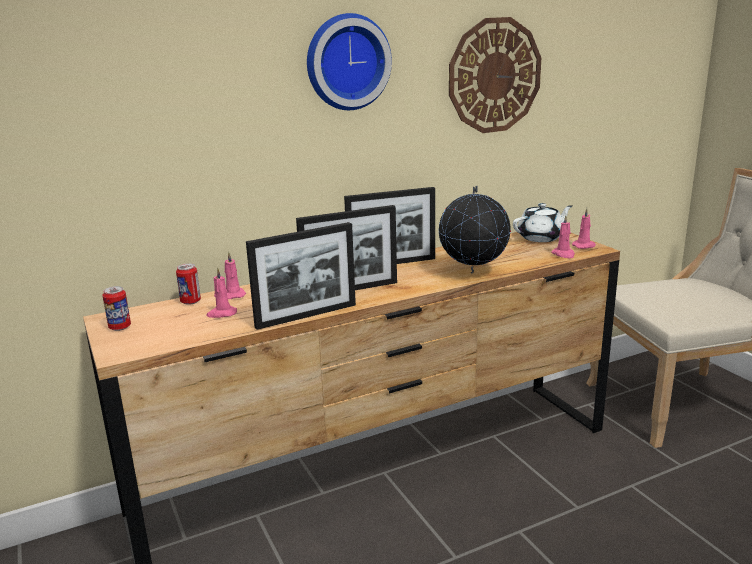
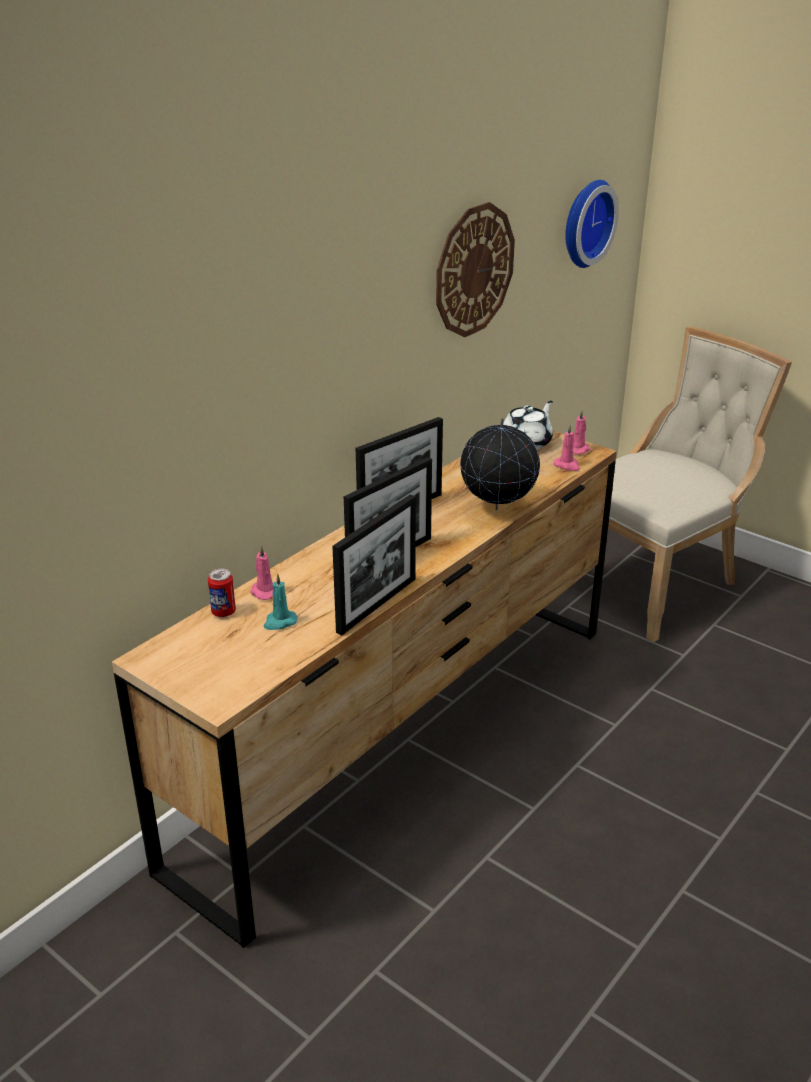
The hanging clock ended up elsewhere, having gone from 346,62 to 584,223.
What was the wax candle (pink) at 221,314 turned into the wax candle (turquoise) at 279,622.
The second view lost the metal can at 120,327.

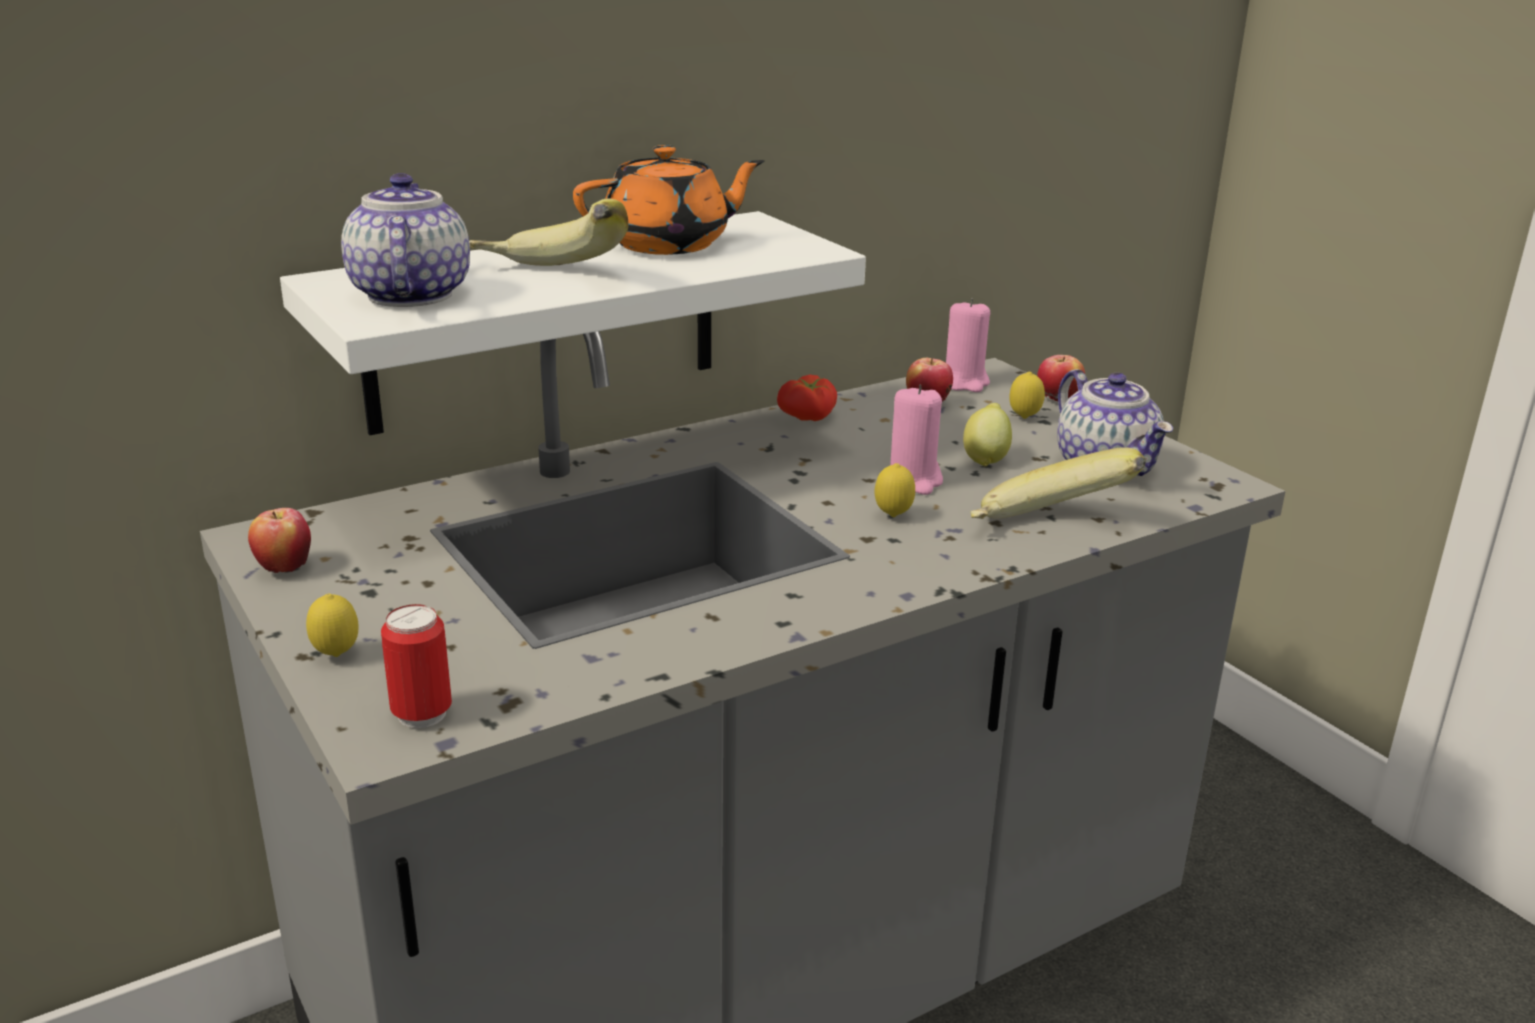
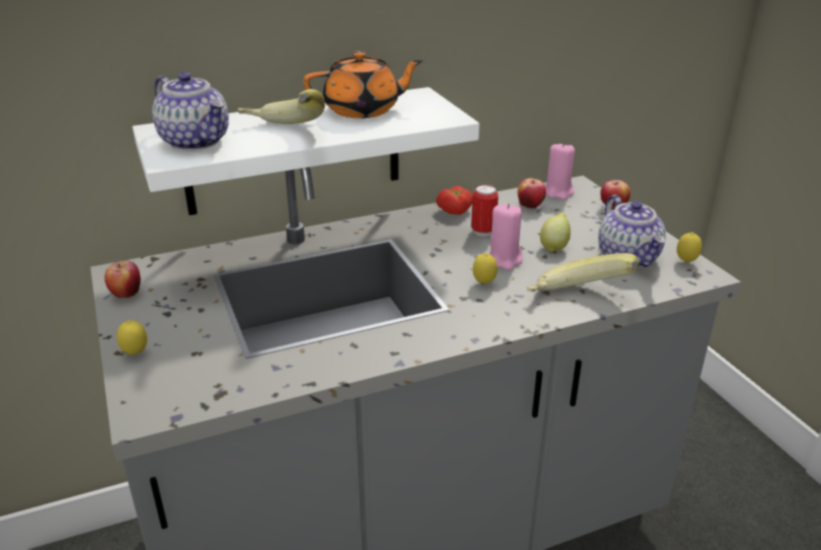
The tea pot at 408,294 ended up facing another way, 135 degrees clockwise from before.
The lemon ended up elsewhere, having gone from 1024,418 to 686,262.
The metal can ended up elsewhere, having gone from 422,714 to 483,231.

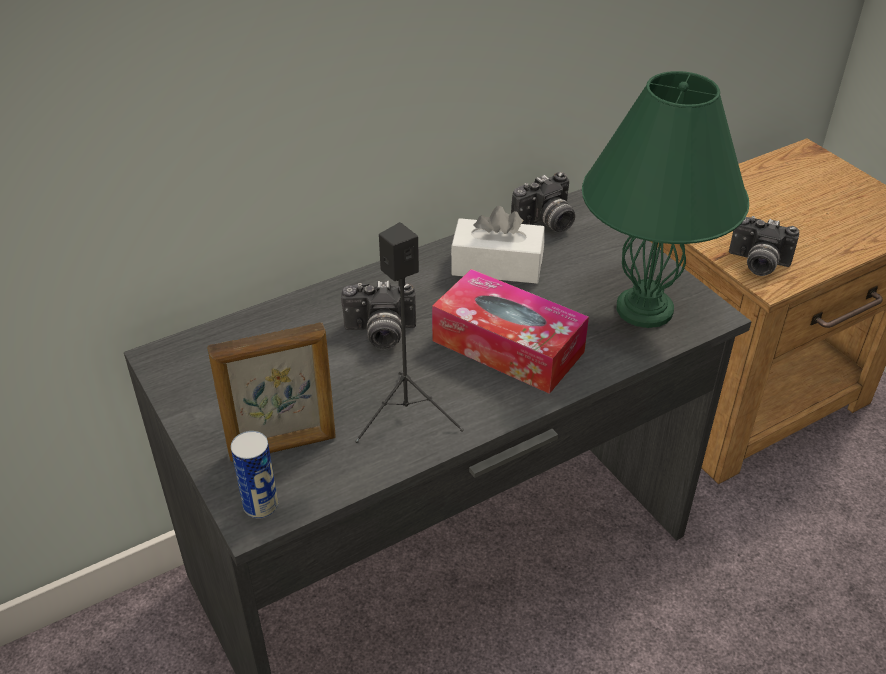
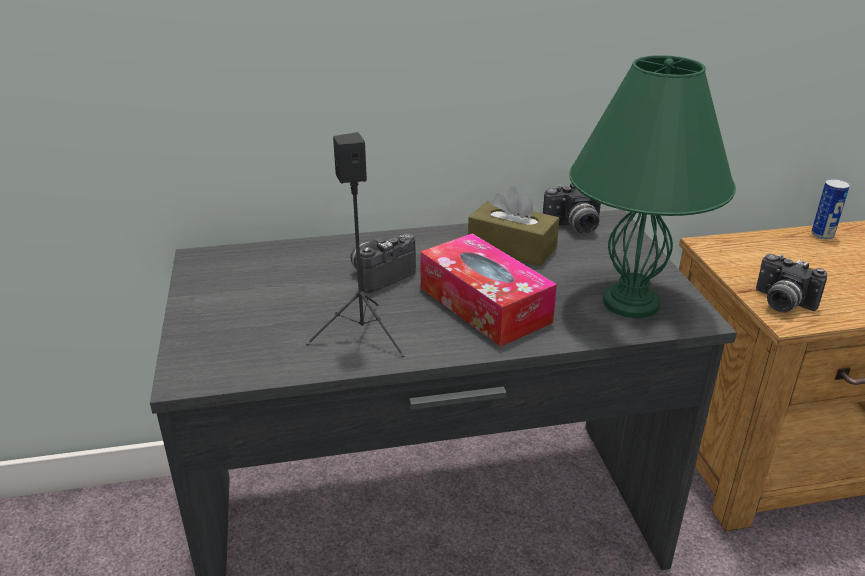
What was the tissue box (white) at 497,266 turned into the tissue box (brownish) at 512,248.
The still camera at 380,334 ended up facing another way, 120 degrees clockwise from before.
The second view lost the picture frame at 283,446.
The metal can ended up elsewhere, having gone from 260,506 to 822,235.

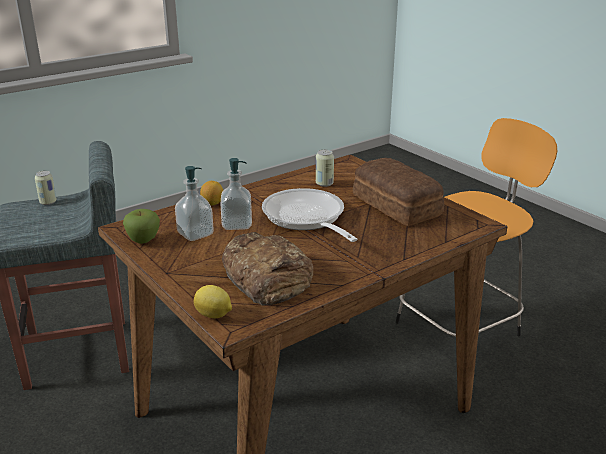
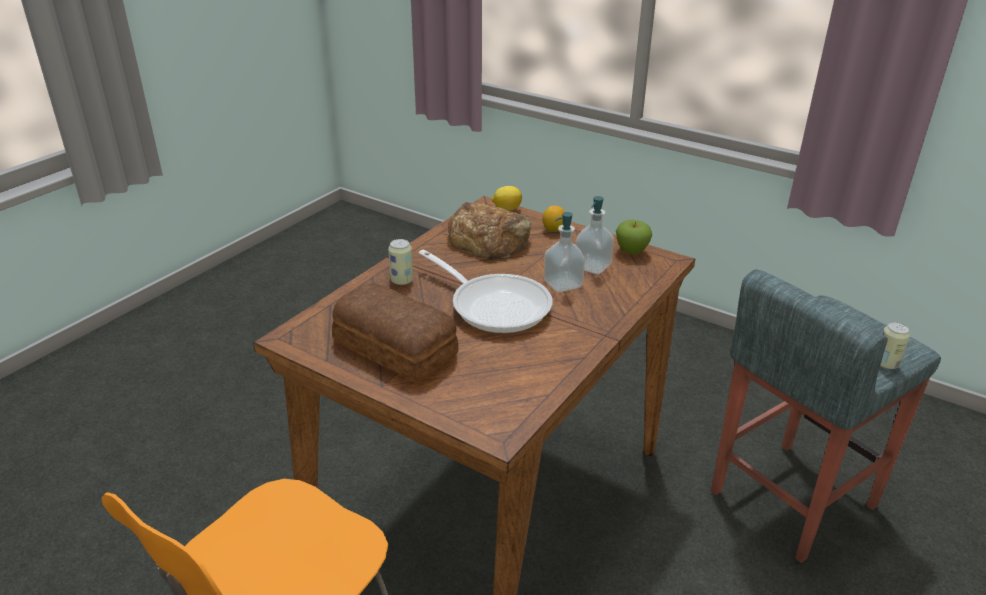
The metal can ended up elsewhere, having gone from 324,184 to 402,281.
The lemon ended up elsewhere, having gone from 212,203 to 554,230.

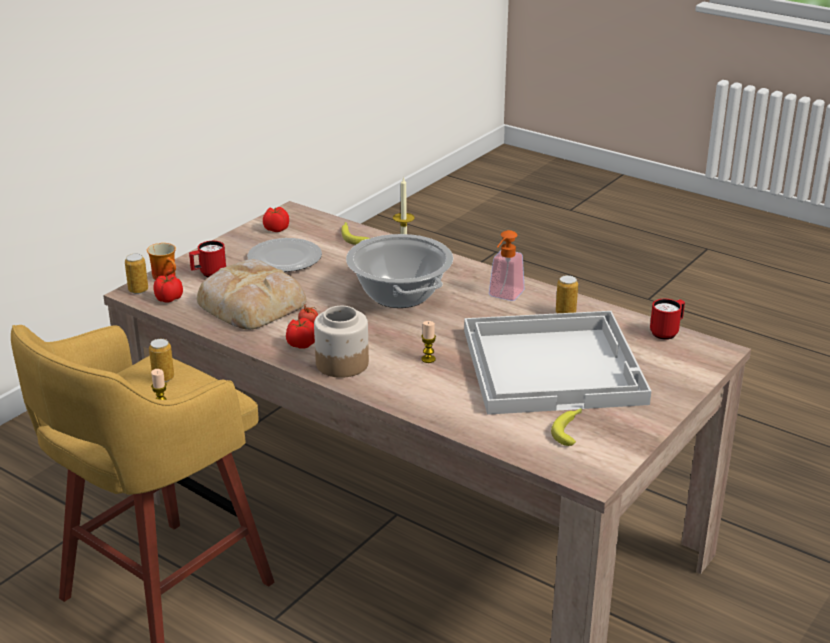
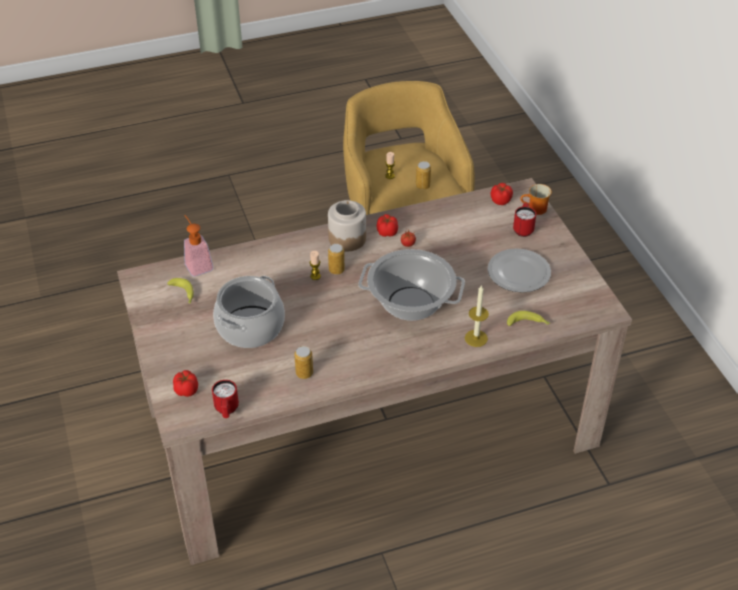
The tomato ended up elsewhere, having gone from 276,229 to 186,390.
The soap dispenser ended up elsewhere, having gone from 503,296 to 197,264.
The metal can ended up elsewhere, having gone from 138,290 to 336,270.
The second view lost the baked bread at 251,302.
Where the tray (white) stood at 553,365, the saucepot came to stand at 250,327.

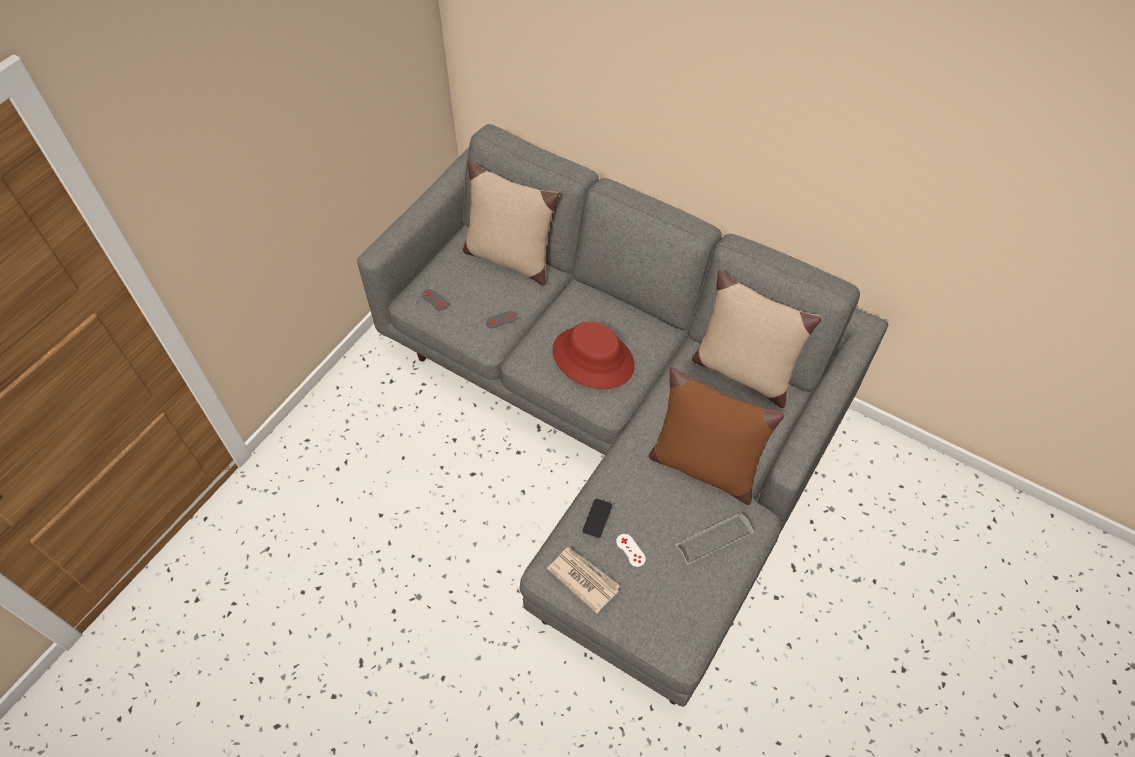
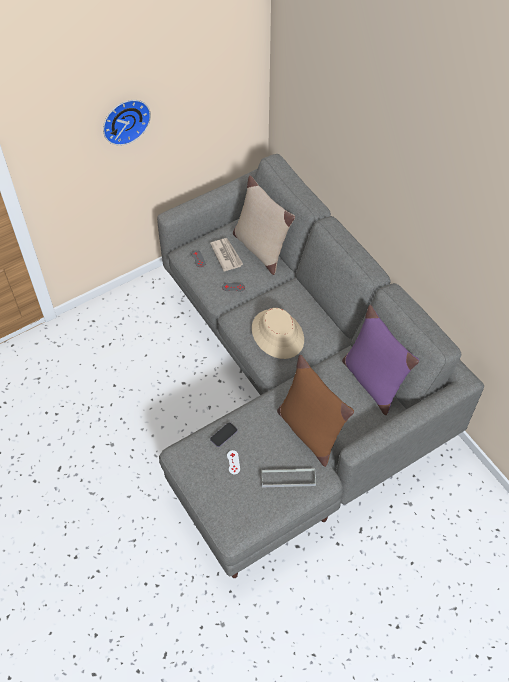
What was the throw pillow (beige) at 742,371 turned into the throw pillow (purple) at 372,381.
What was the wearable hat (red-coloured) at 593,358 turned into the wearable hat (beige) at 278,334.
The printed paper ended up elsewhere, having gone from 583,579 to 226,255.
The second view gained the hanging clock at 124,120.

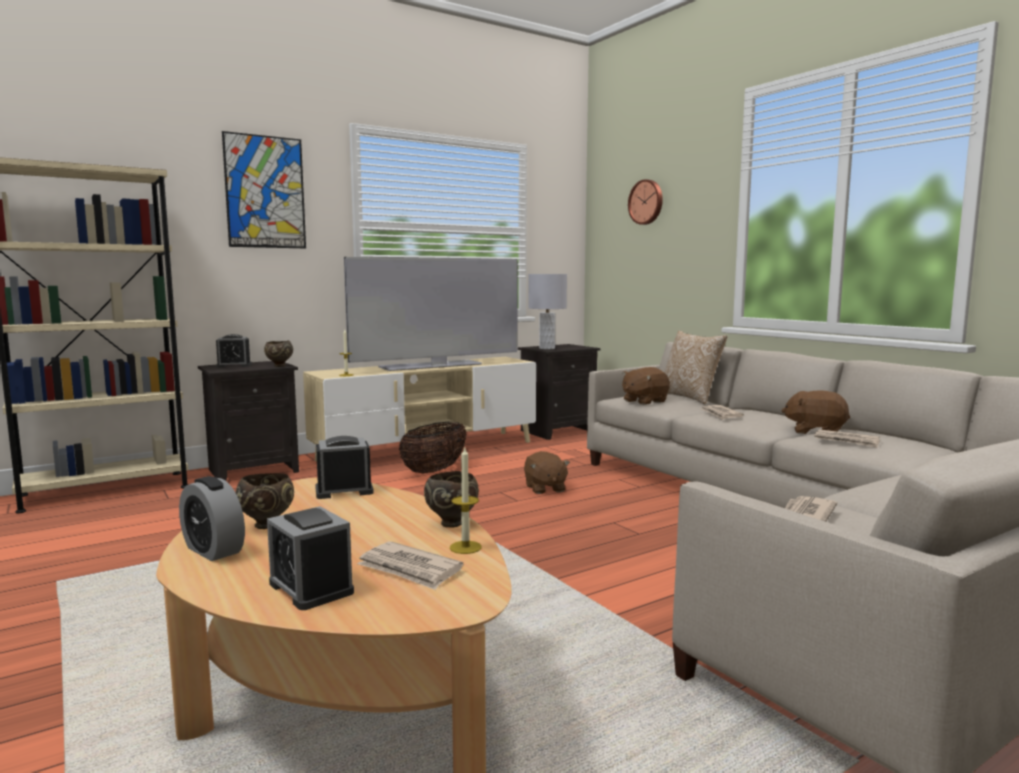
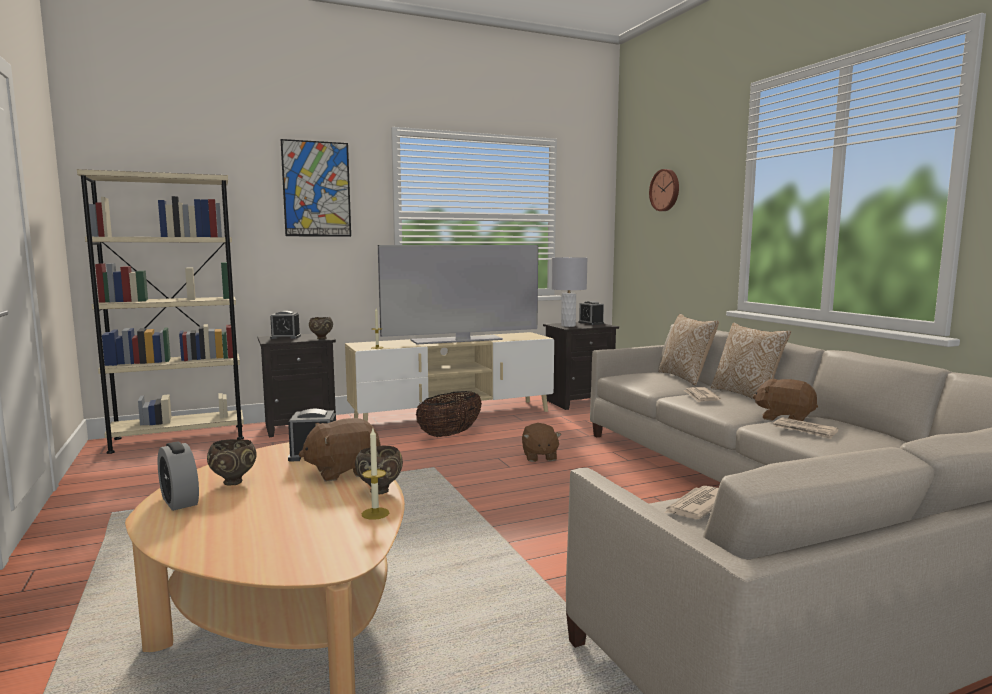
The plush toy (brownish) ended up elsewhere, having gone from 644,401 to 343,471.
The table clock ended up elsewhere, having gone from 311,588 to 591,323.
The second view lost the printed paper at 409,569.
The second view gained the throw pillow at 747,395.

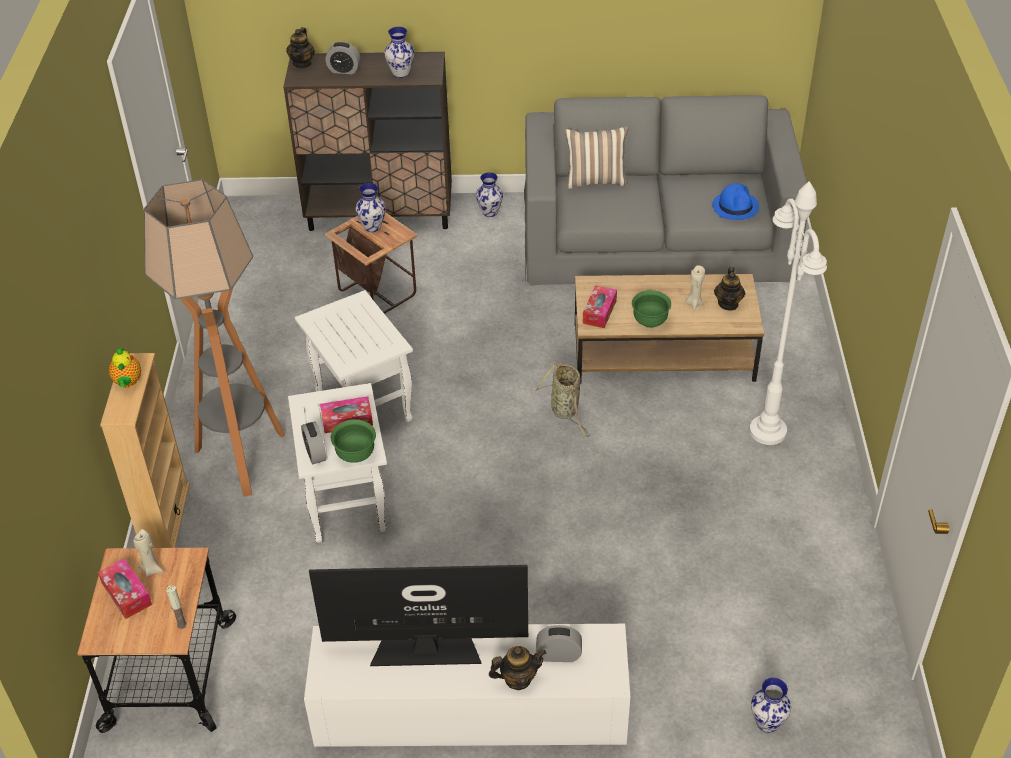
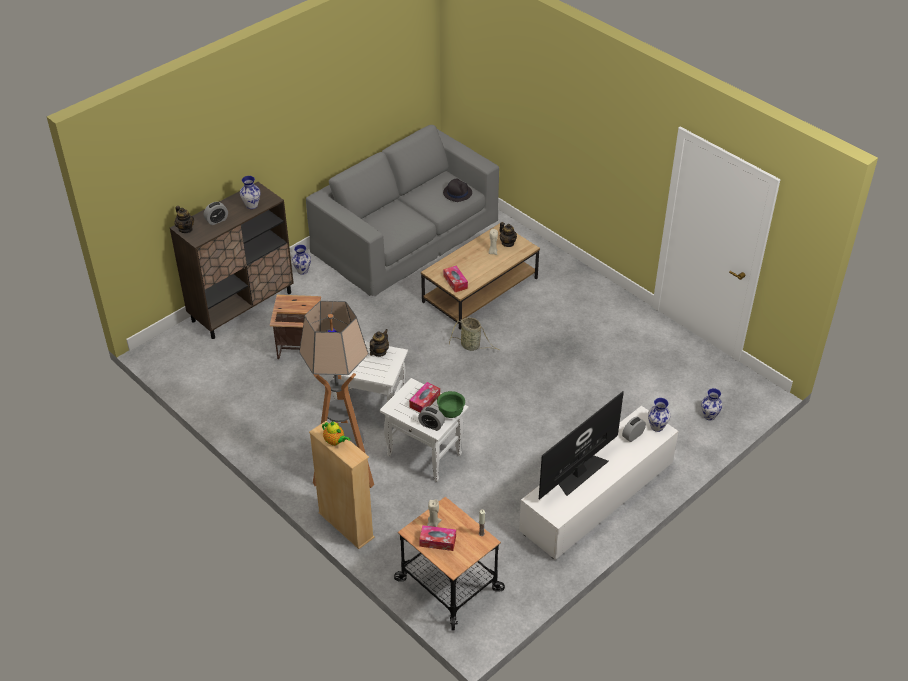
The second view lost the throw pillow at 596,181.
The second view lost the floor lamp (white) at 768,431.
The vase ended up elsewhere, having gone from 372,226 to 657,426.
What was the wearable hat (blue-coloured) at 735,206 turned into the wearable hat (black-coloured) at 457,192.
The second view lost the bowl (green-coloured) at 650,321.
The tea pot ended up elsewhere, having gone from 518,679 to 379,352.

